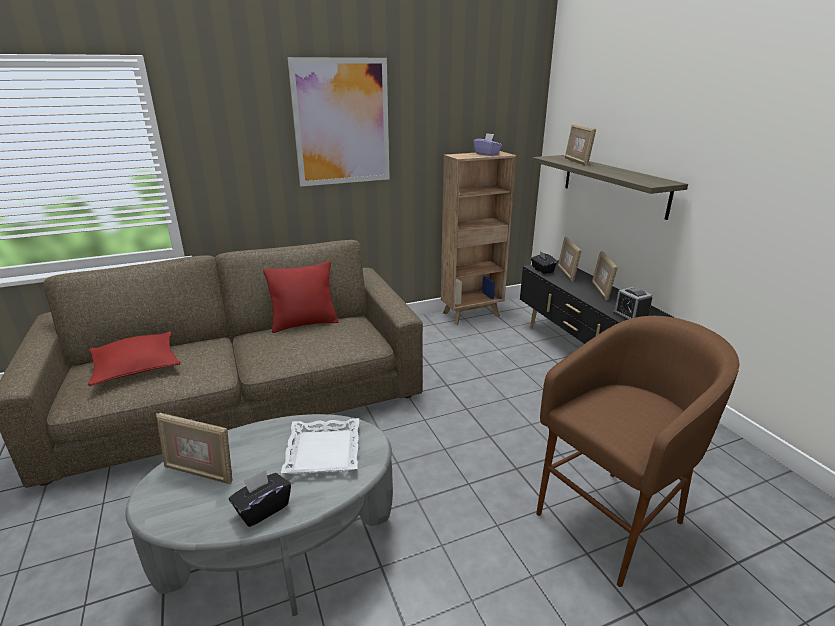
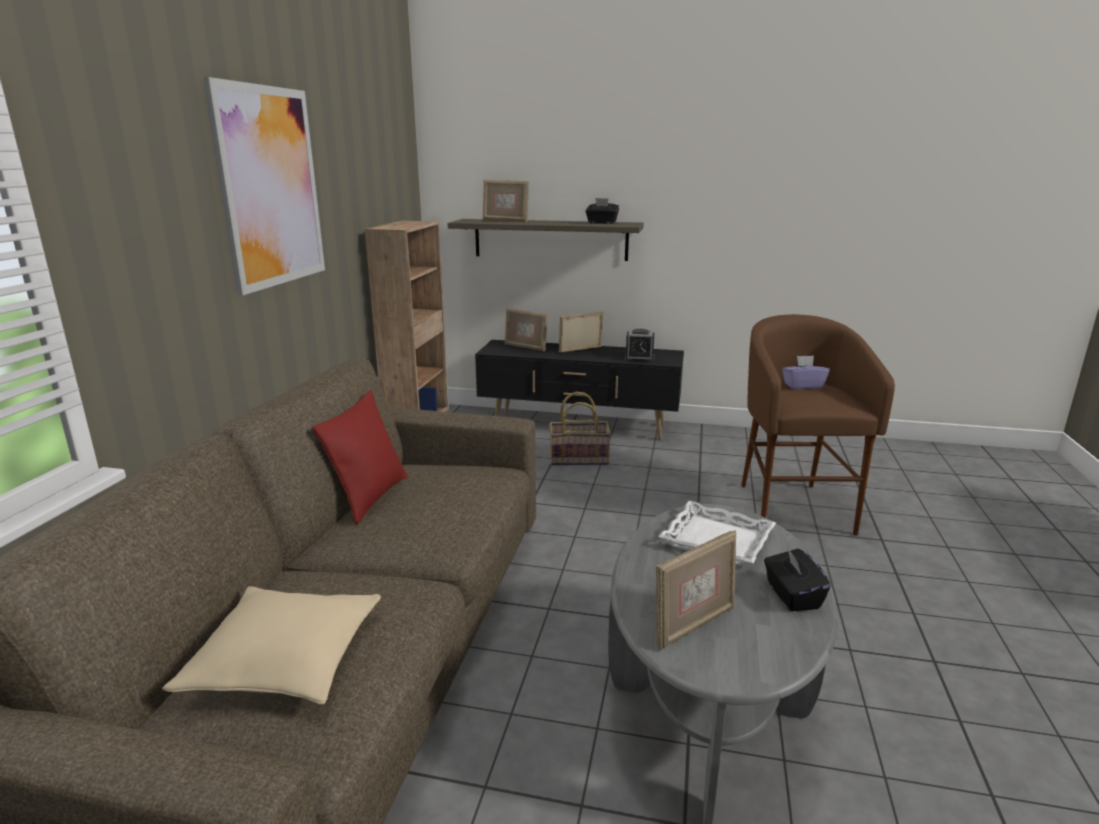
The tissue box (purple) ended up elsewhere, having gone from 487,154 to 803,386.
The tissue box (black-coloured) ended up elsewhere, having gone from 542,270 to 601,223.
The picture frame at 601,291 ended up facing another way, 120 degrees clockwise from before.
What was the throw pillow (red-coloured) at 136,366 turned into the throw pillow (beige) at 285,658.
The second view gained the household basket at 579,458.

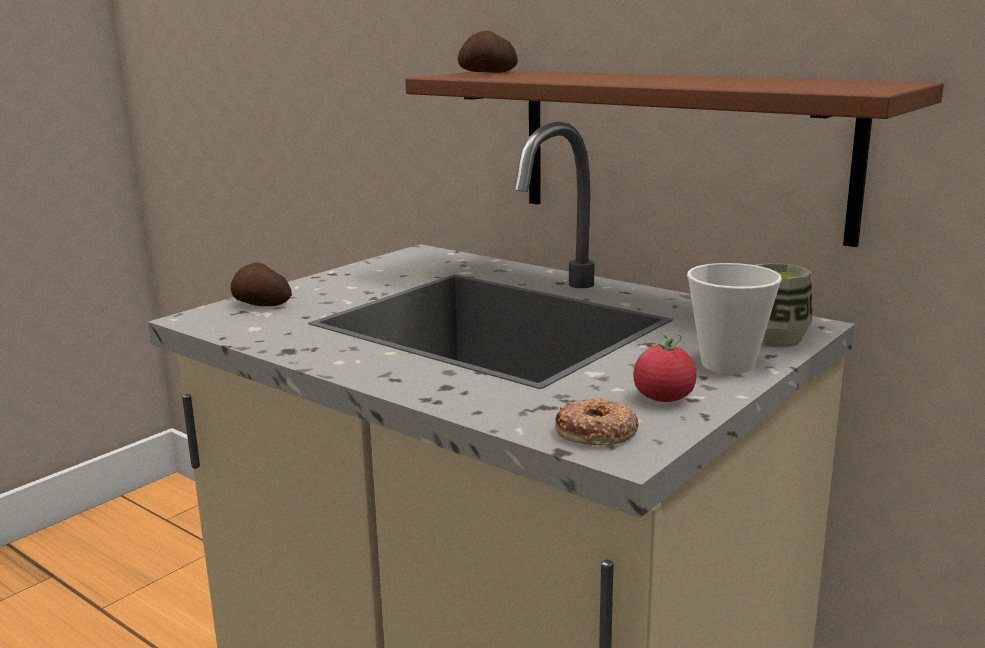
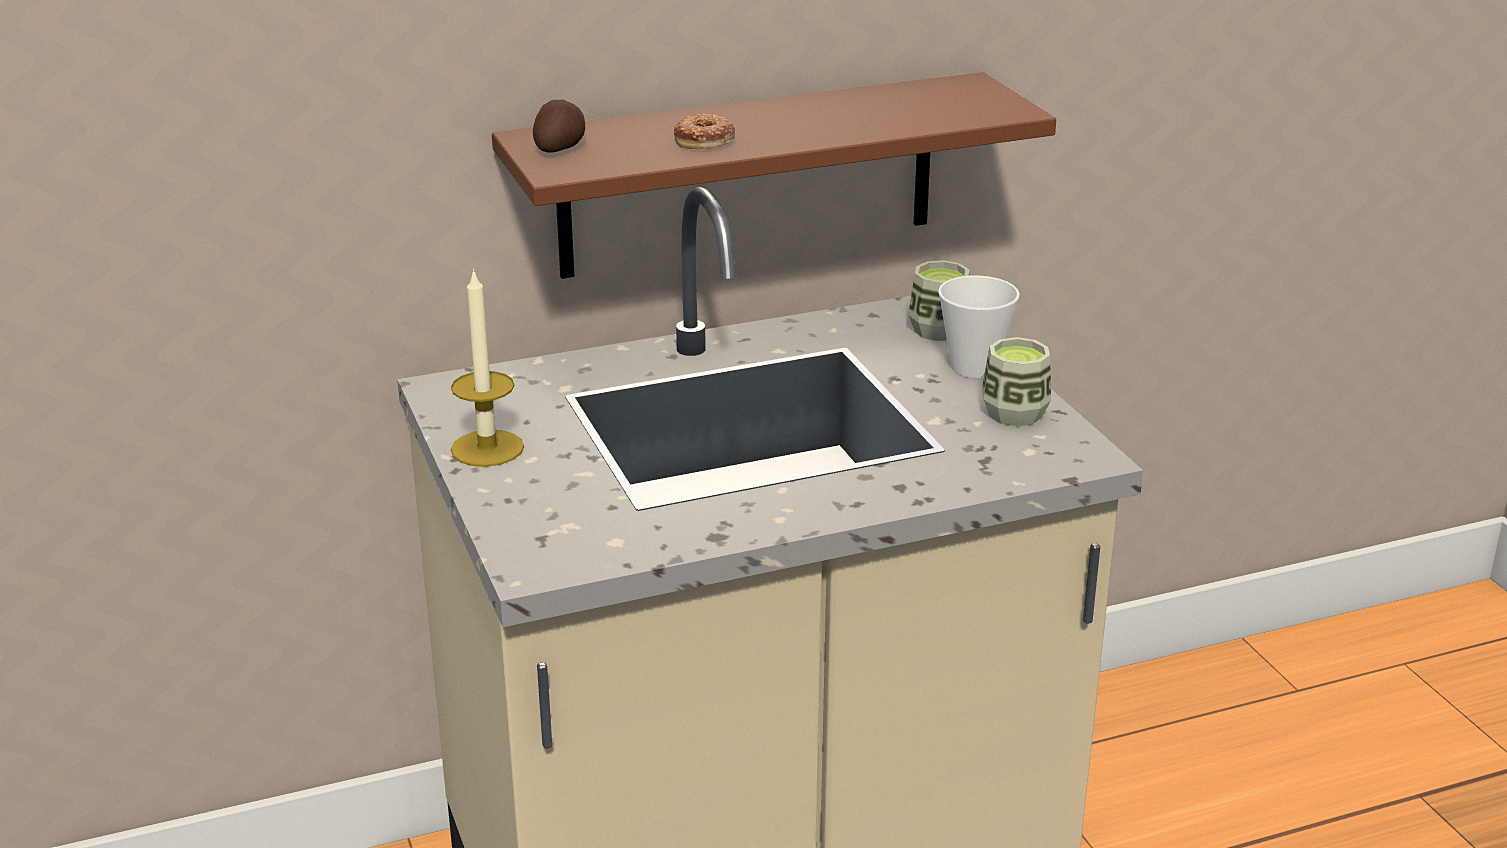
The second view lost the spud at 260,304.
Where the tomato stood at 663,398, the cup came to stand at 1014,413.
The doughnut ended up elsewhere, having gone from 597,432 to 705,140.
The second view gained the wax candle at 487,448.

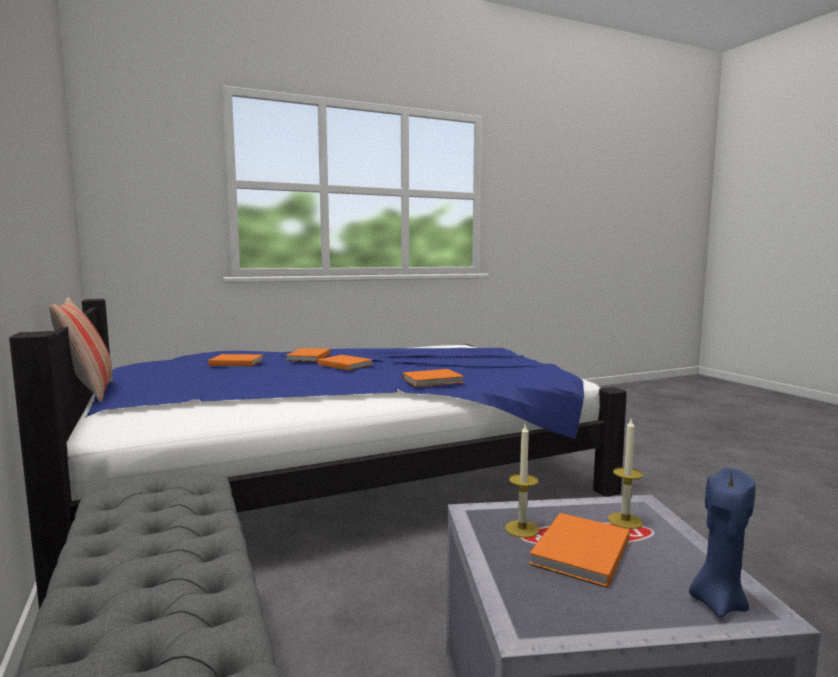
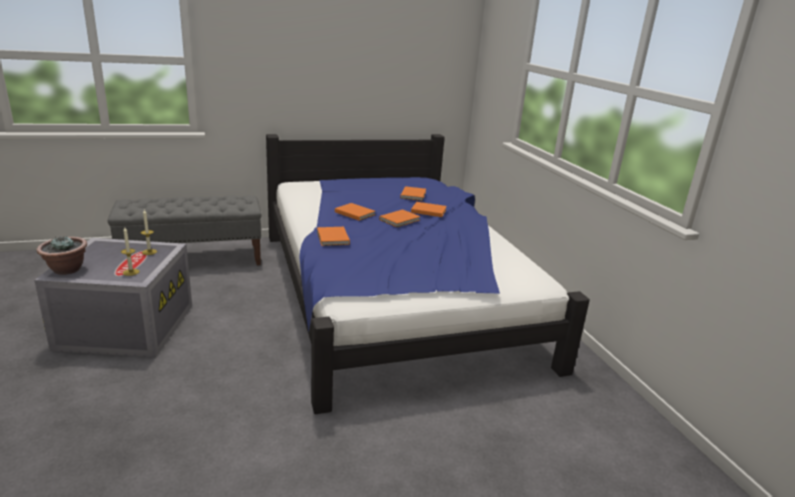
The second view lost the throw pillow at 89,392.
Where the wax candle (blue-coloured) stood at 718,603, the plant in a pot came to stand at 66,270.
The volume (orange) ended up elsewhere, having gone from 578,553 to 354,213.

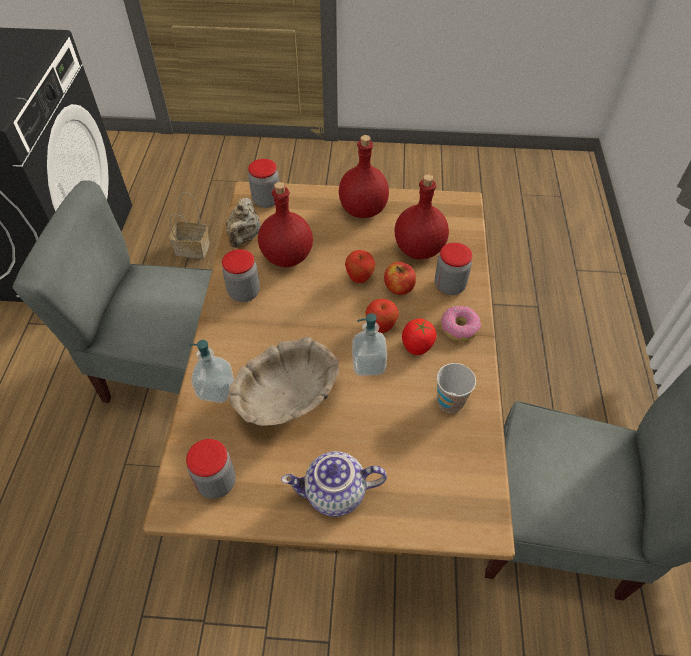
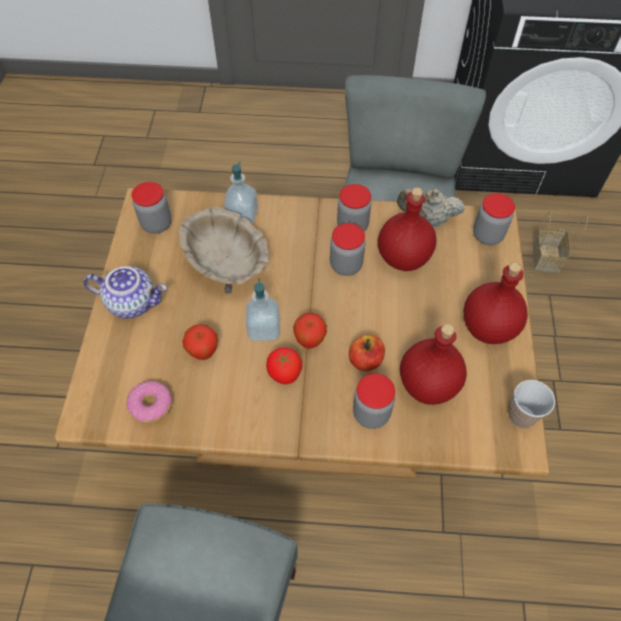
The apple fruit ended up elsewhere, having gone from 359,278 to 203,352.
The doughnut ended up elsewhere, having gone from 459,327 to 151,405.
The cup ended up elsewhere, having gone from 450,402 to 521,416.
The tea pot at 334,494 ended up facing another way, 105 degrees clockwise from before.
The second view gained the storage jar at 346,265.

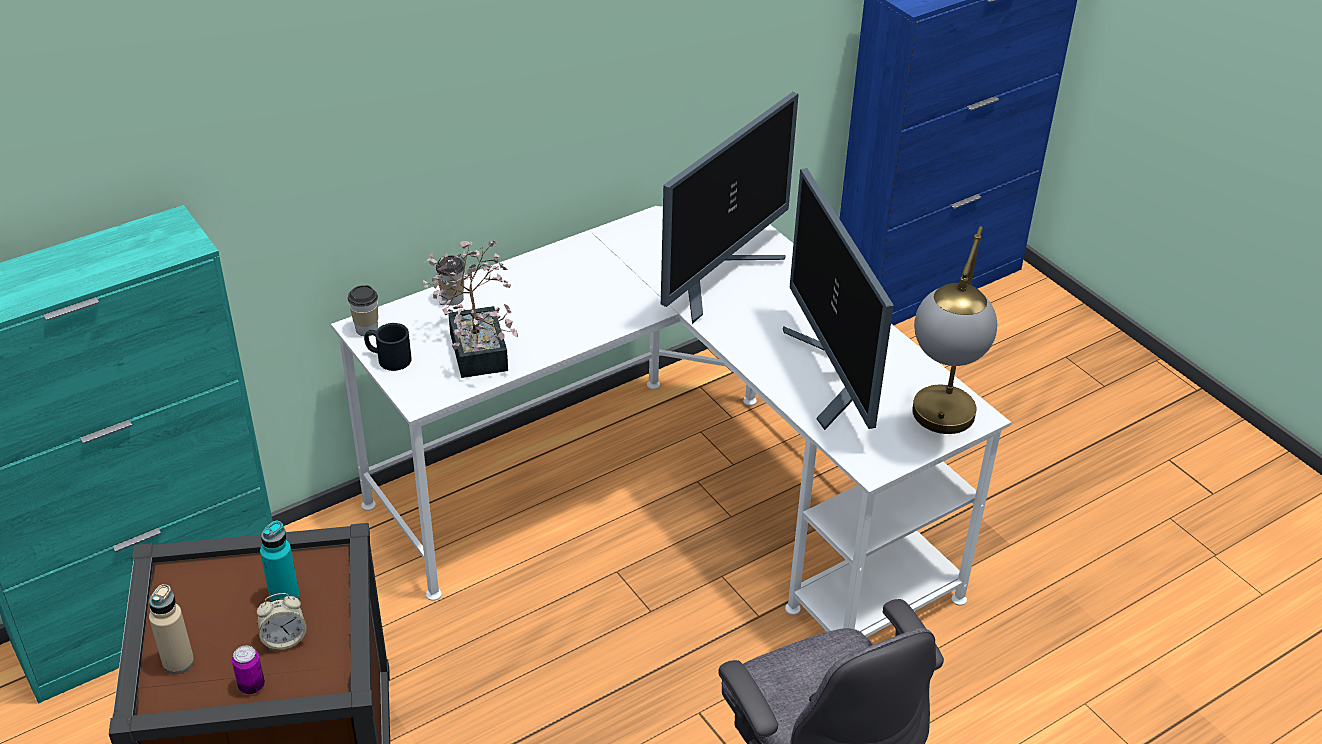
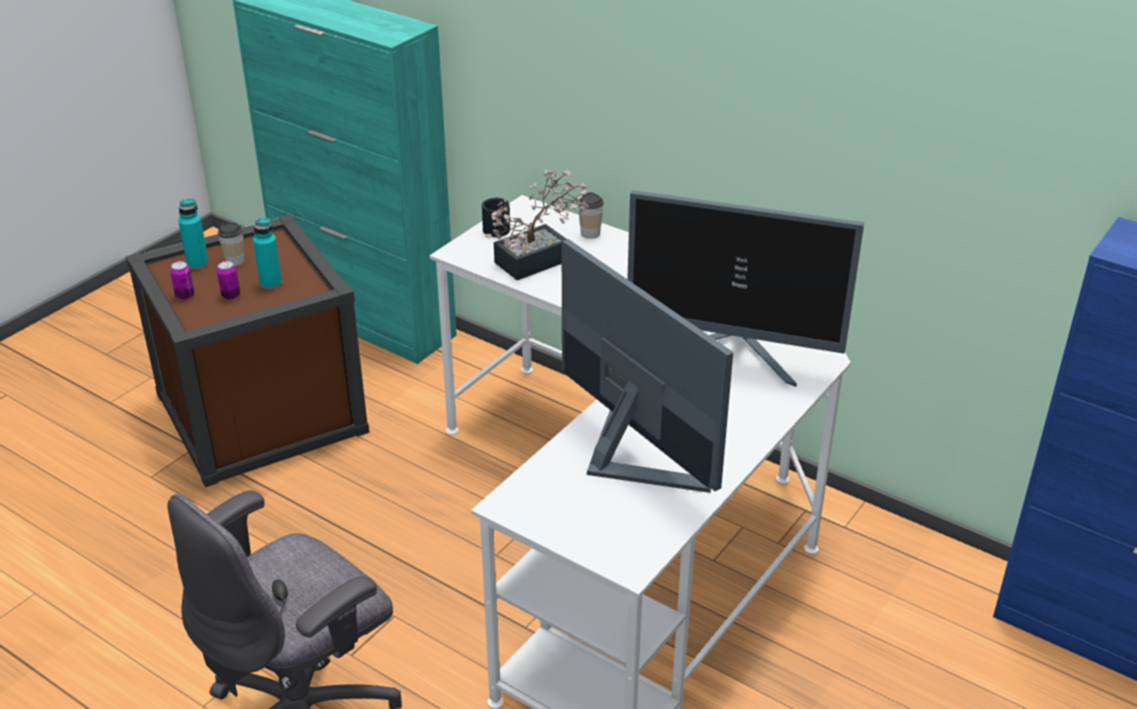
The computer display at 835,377 ended up facing another way, 90 degrees clockwise from before.
The second view lost the tabletop lamp at 939,428.
The cup ended up elsewhere, having gone from 366,329 to 235,261.
What was the beverage bottle (beige) at 178,662 turned into the beverage bottle (turquoise) at 197,264.
Where the table clock stood at 284,639, the metal can came to stand at 231,295.

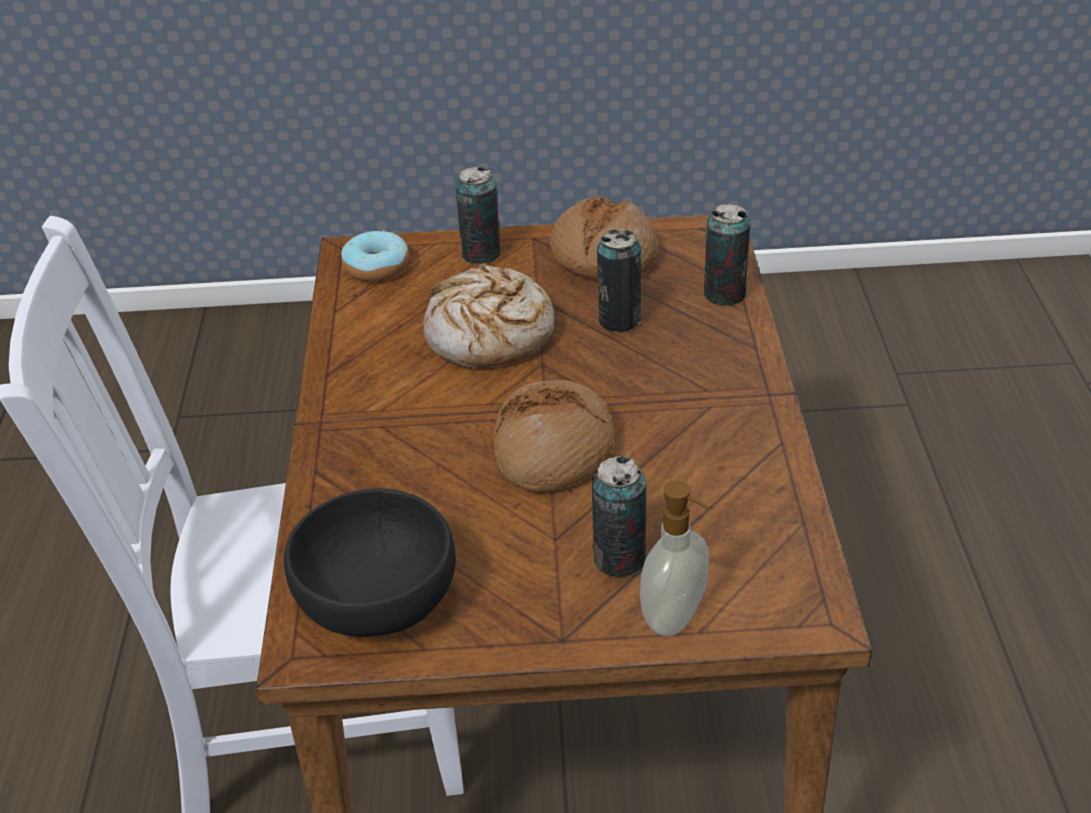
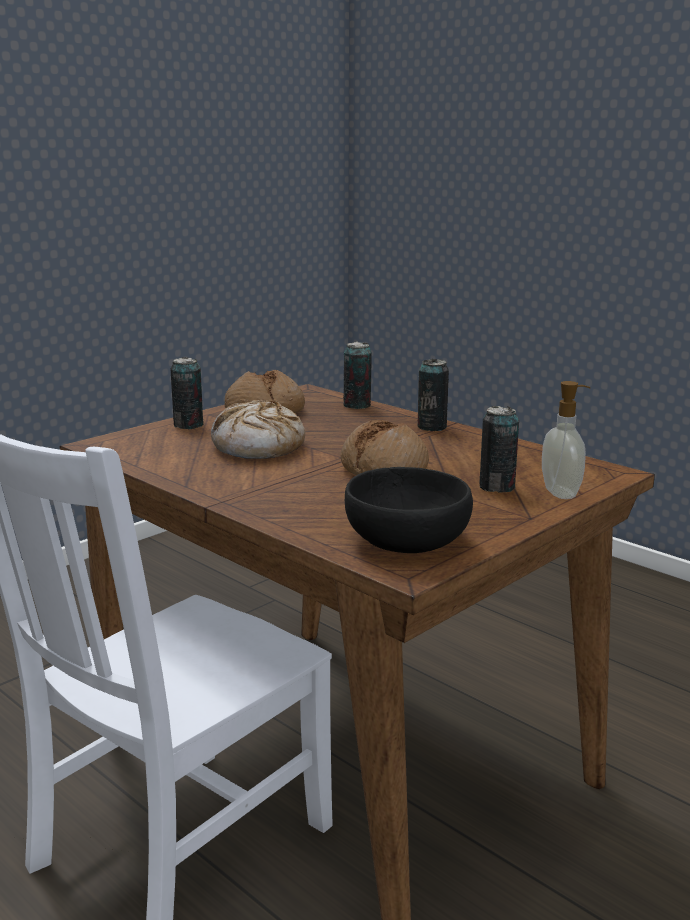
The metal can ended up elsewhere, having gone from 619,320 to 432,427.
The second view lost the doughnut at 376,267.

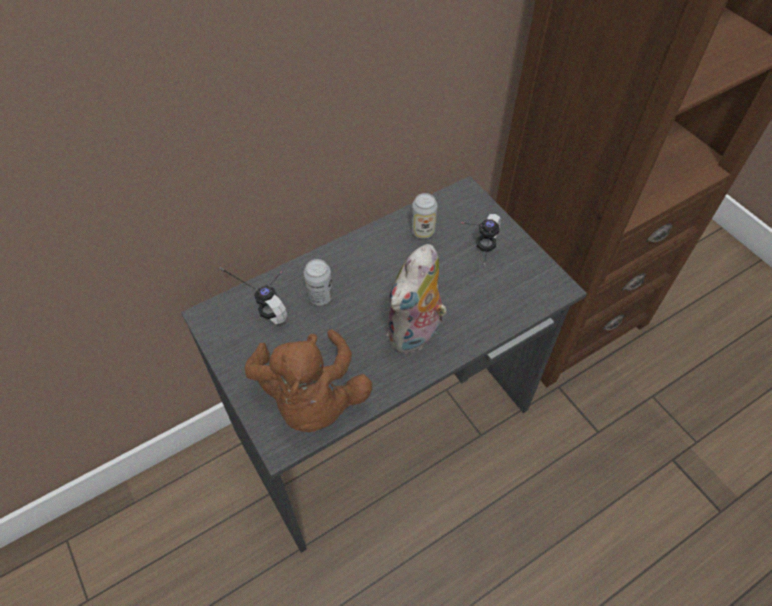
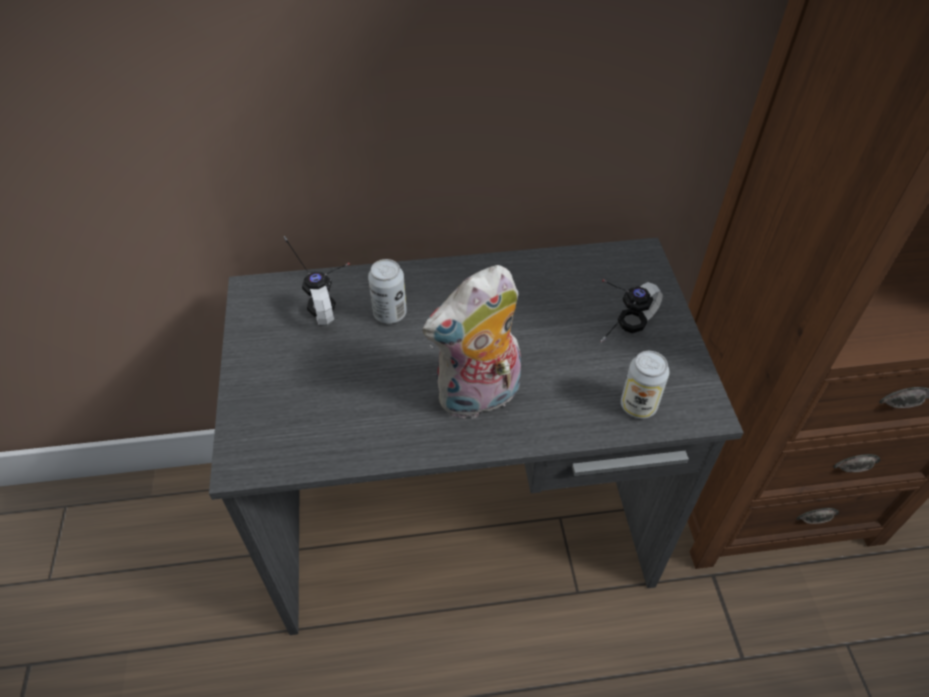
The metal can ended up elsewhere, having gone from 423,231 to 638,406.
The second view lost the plush toy (brownish) at 311,399.

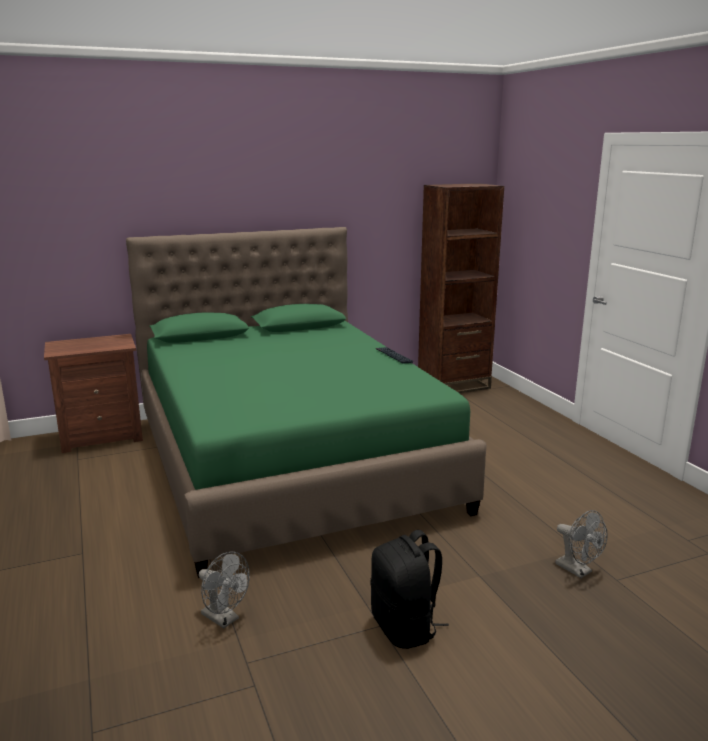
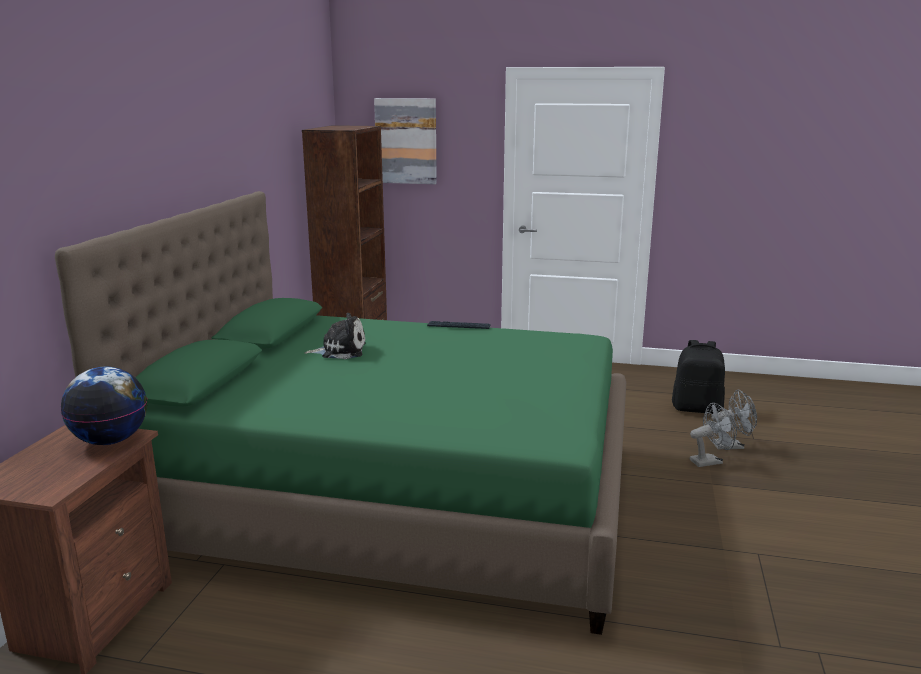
The rucksack (black-coloured) ended up elsewhere, having gone from 405,628 to 697,408.
The cooling fan (gray) ended up elsewhere, having gone from 224,619 to 710,461.
The second view gained the wall art at 406,141.
The second view gained the plush toy at 340,351.
The second view gained the desk globe at 111,440.

